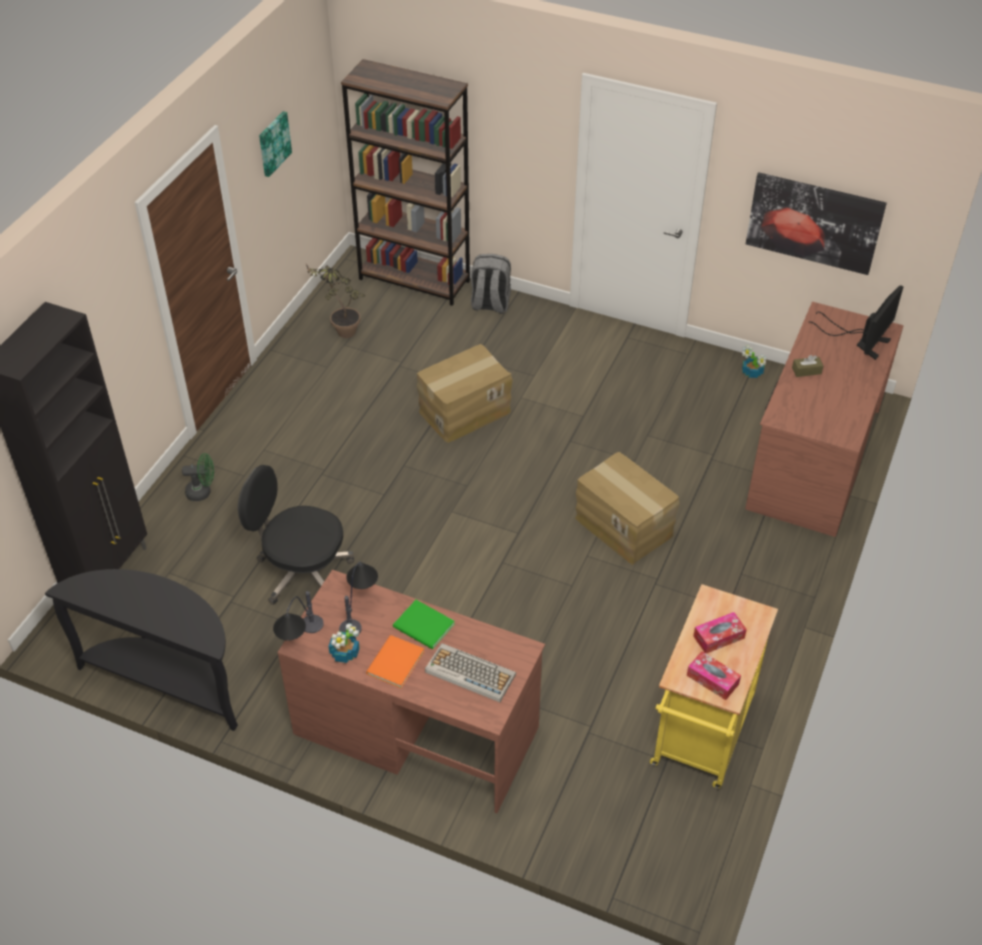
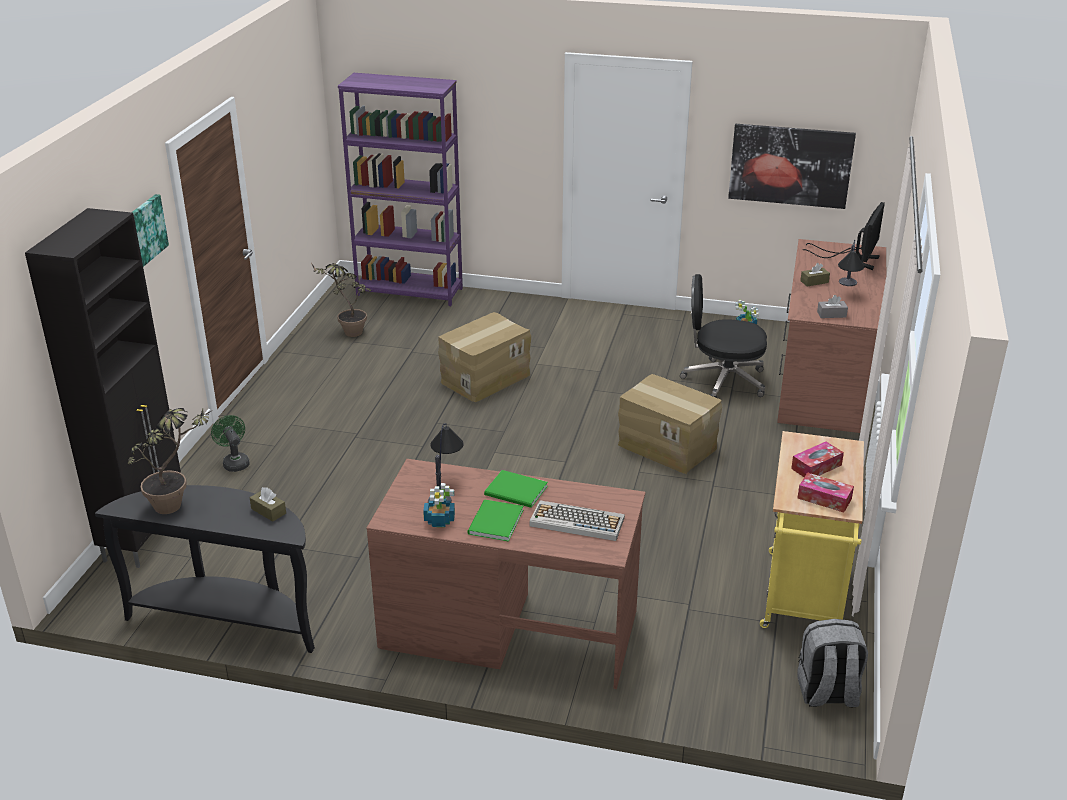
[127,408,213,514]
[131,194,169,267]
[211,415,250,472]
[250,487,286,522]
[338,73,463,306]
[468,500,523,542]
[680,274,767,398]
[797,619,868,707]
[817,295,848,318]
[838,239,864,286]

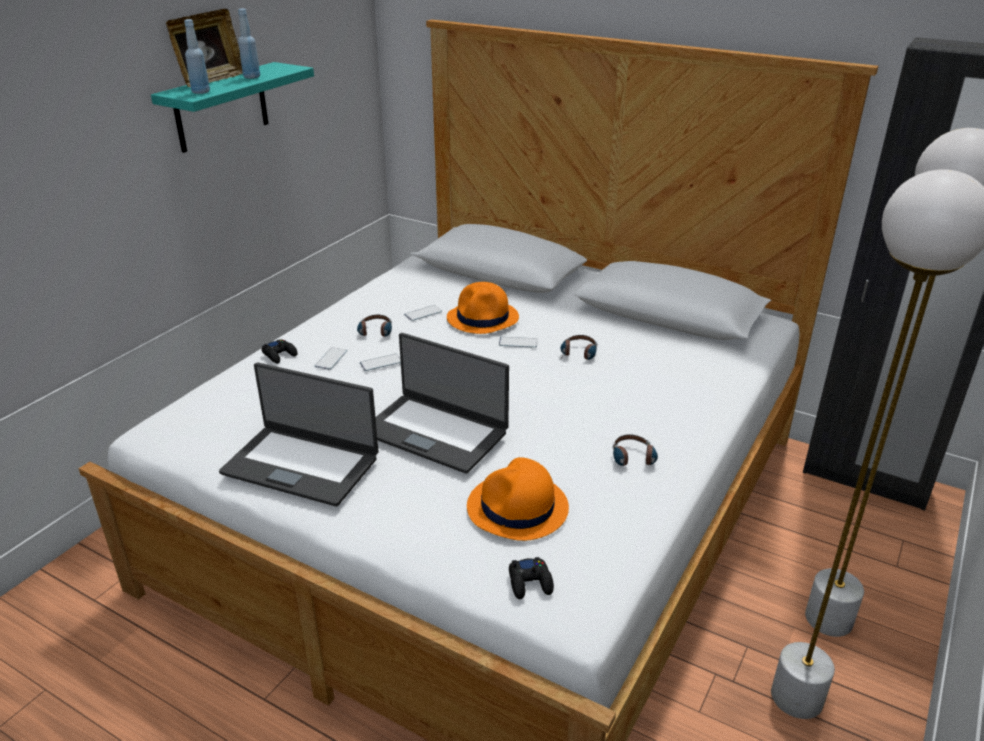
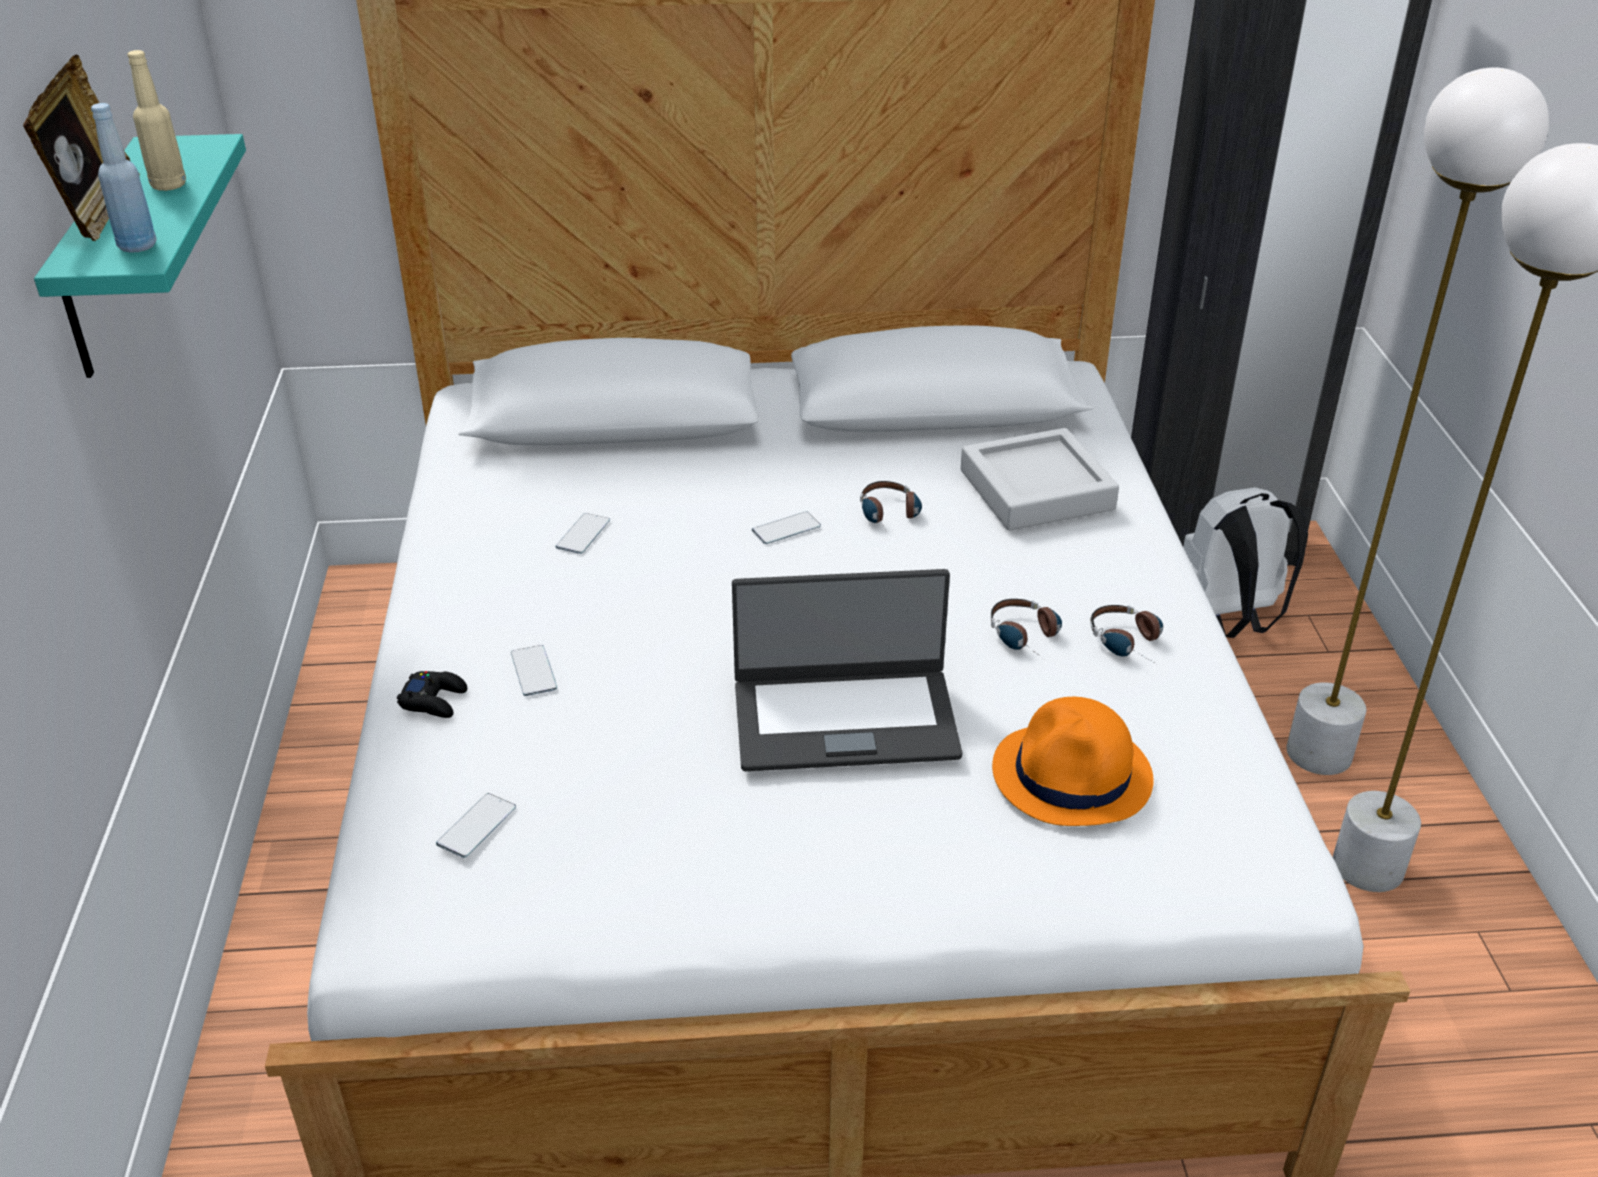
[127,50,186,191]
[436,793,516,858]
[961,428,1119,531]
[990,599,1062,658]
[1183,487,1308,638]
[219,363,379,506] (first image)
[447,282,519,334] (first image)
[509,557,554,599] (first image)

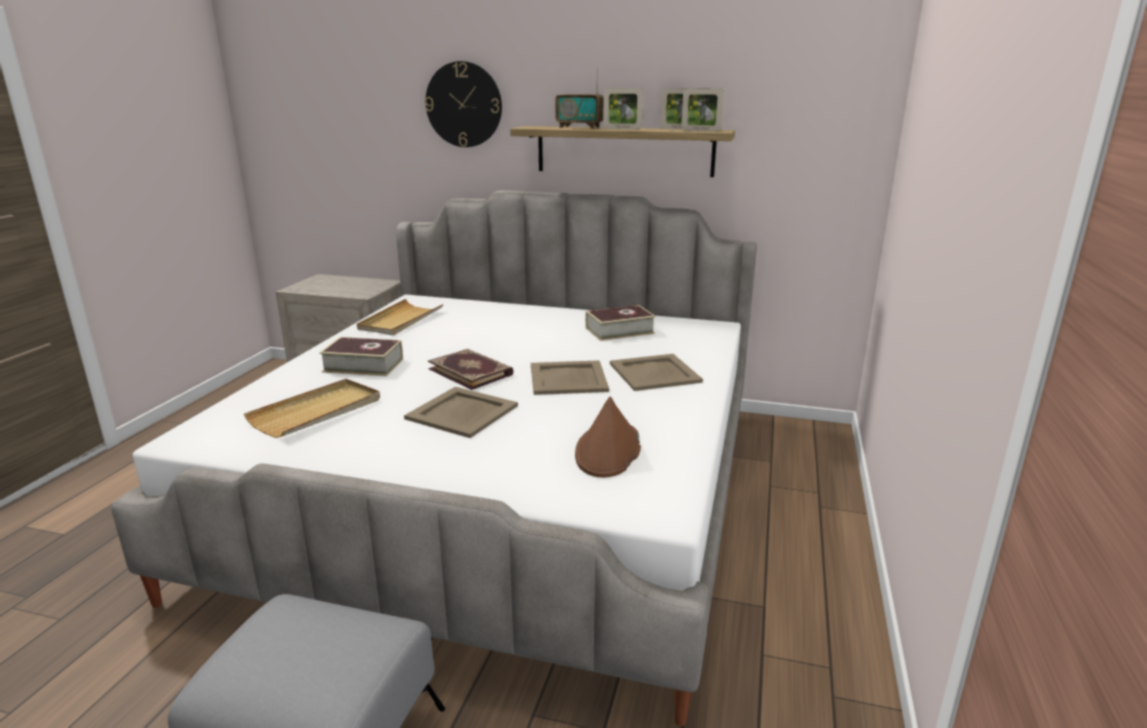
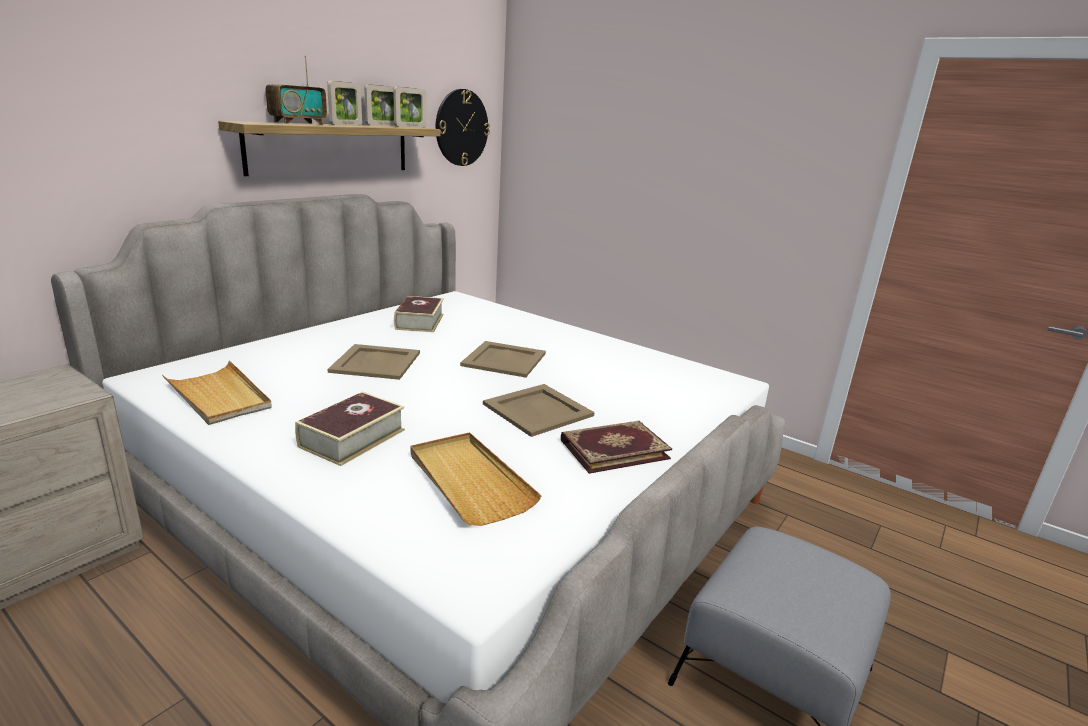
[327,344,420,380]
[435,89,490,166]
[561,421,672,474]
[575,396,641,477] (first image)

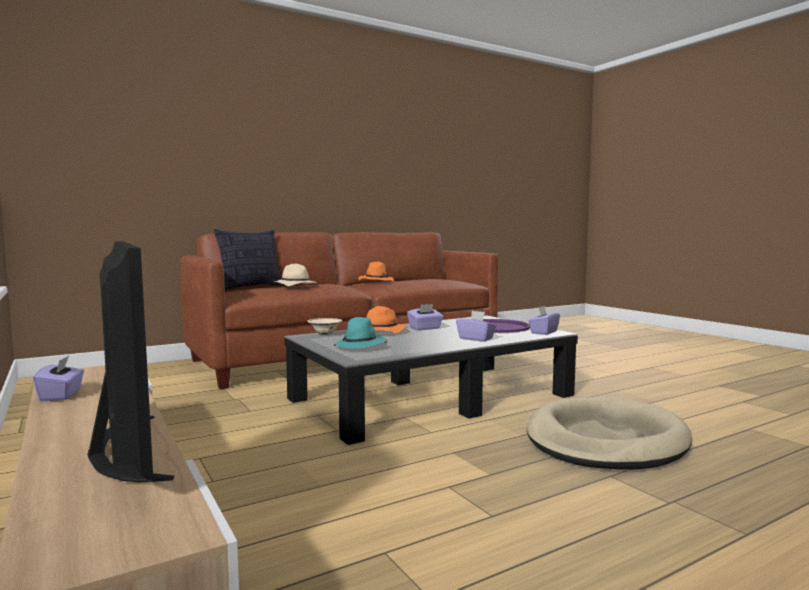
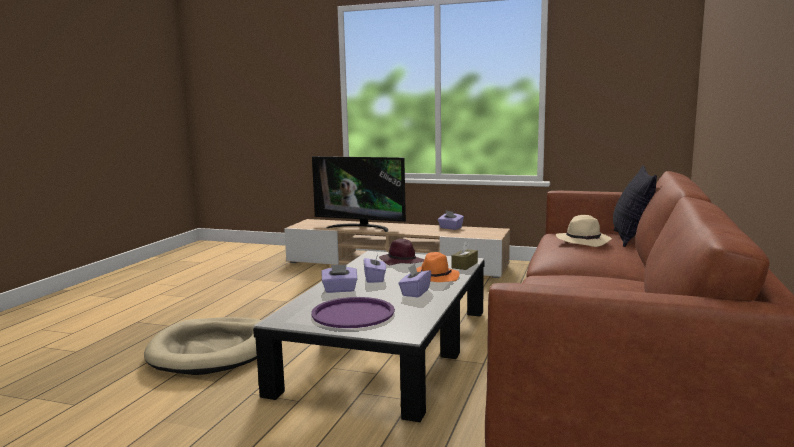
[364,254,386,283]
[379,238,424,265]
[451,241,478,270]
[359,262,394,282] (first image)

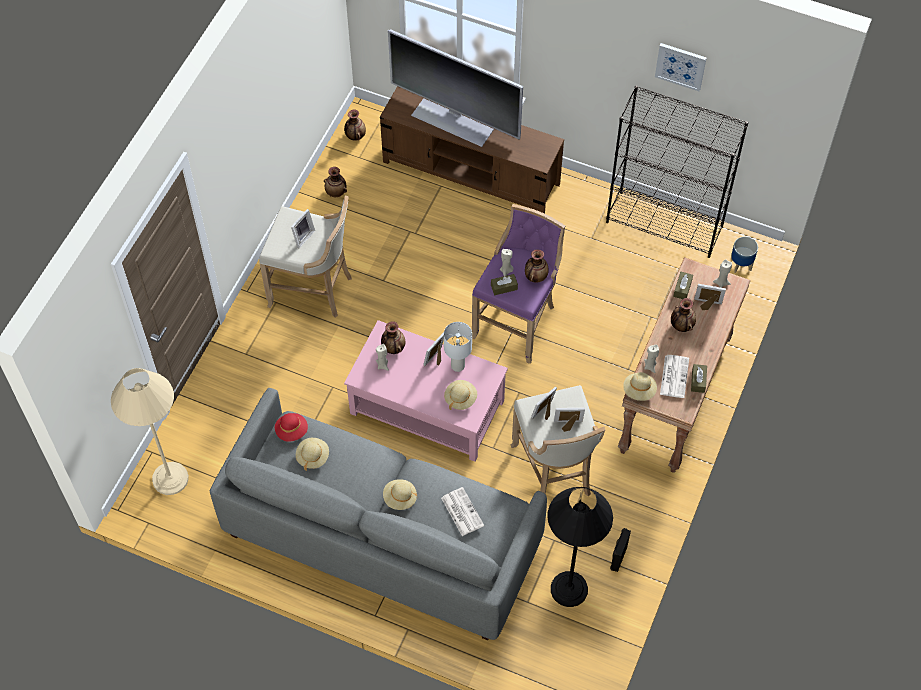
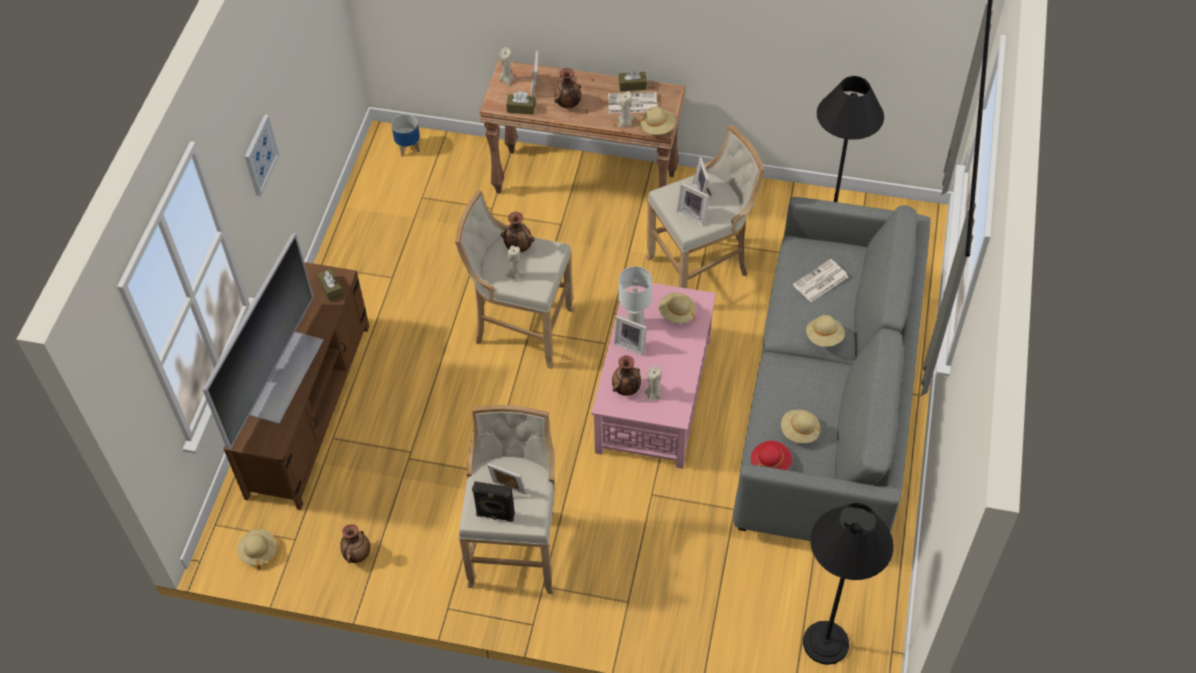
[237,529,276,569]
[245,115,279,196]
[317,269,343,301]
[455,190,574,369]
[472,481,515,522]
[803,503,894,665]
[606,86,748,258] (first image)

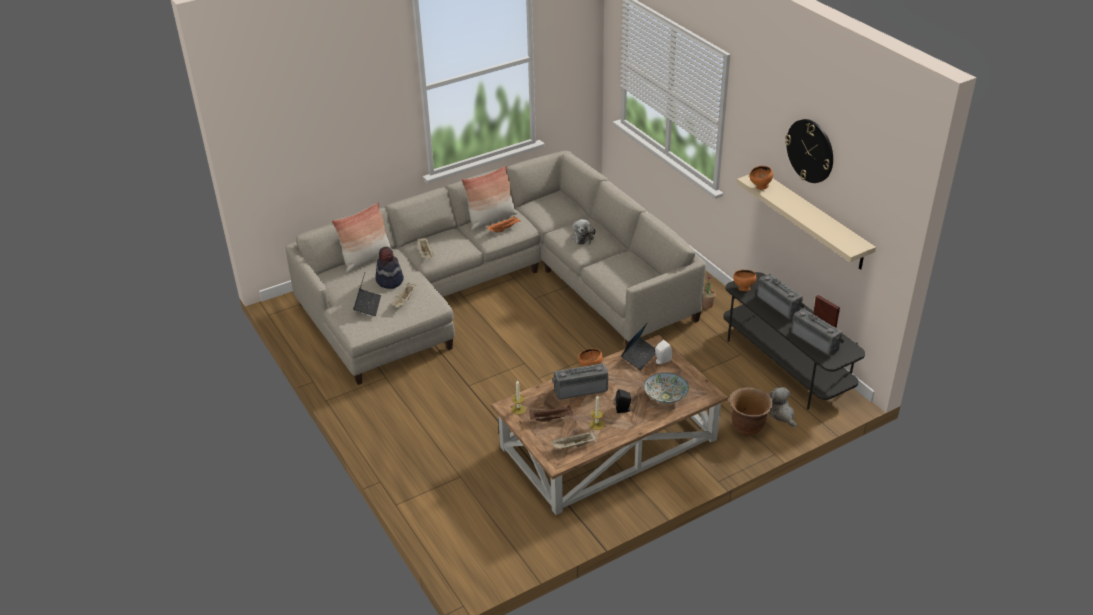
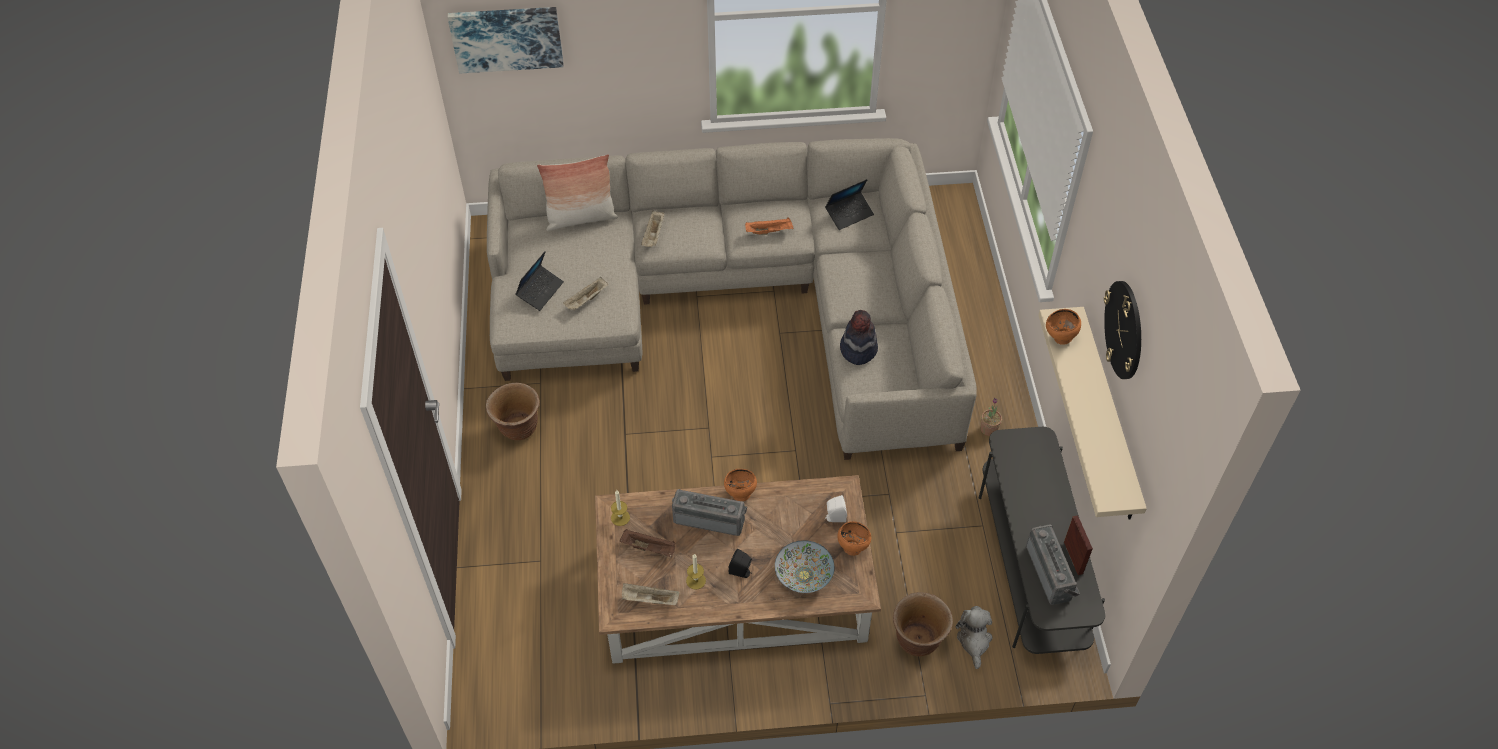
[447,7,564,73]
[486,383,540,440]
[825,179,874,230]
[837,521,871,556]
[840,310,878,365]
[461,165,517,231] (first image)
[571,219,596,245] (first image)
[757,274,805,319] (first image)

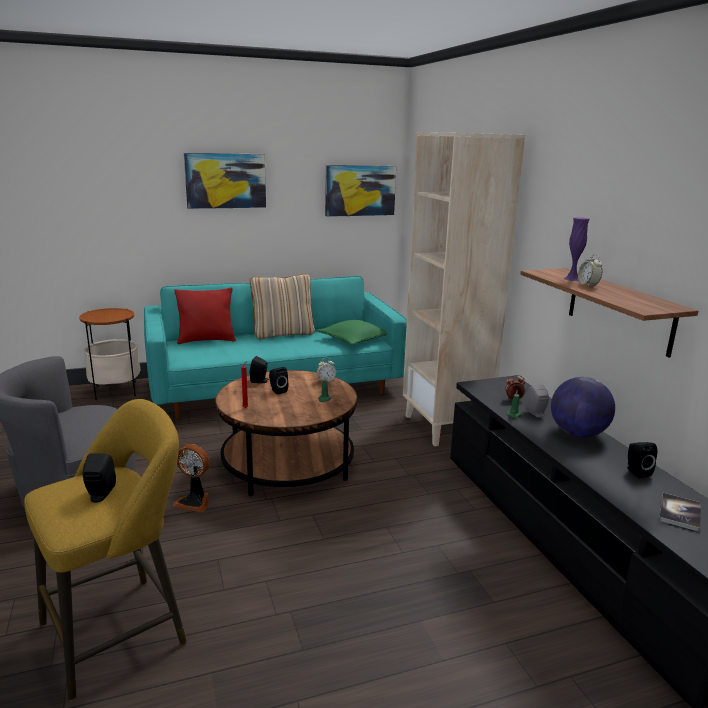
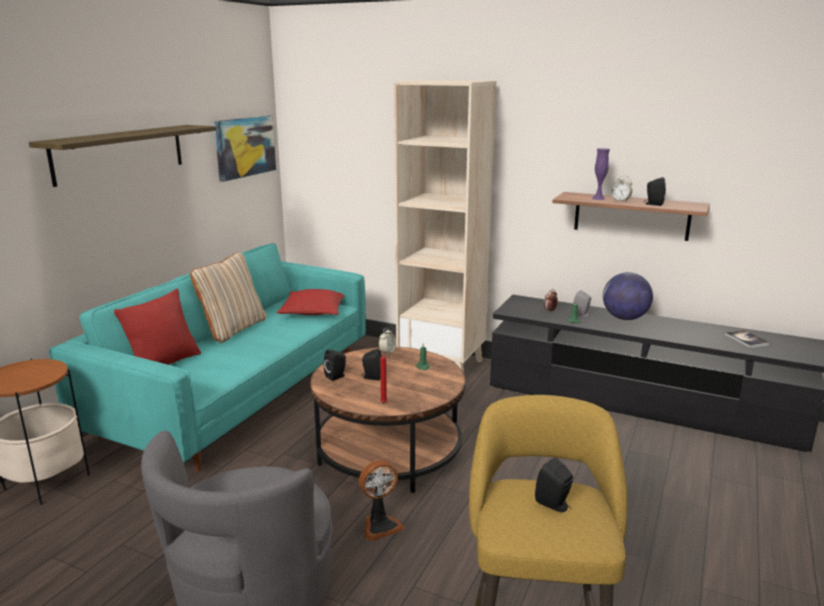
[29,125,216,187]
[277,289,344,315]
[644,177,666,206]

